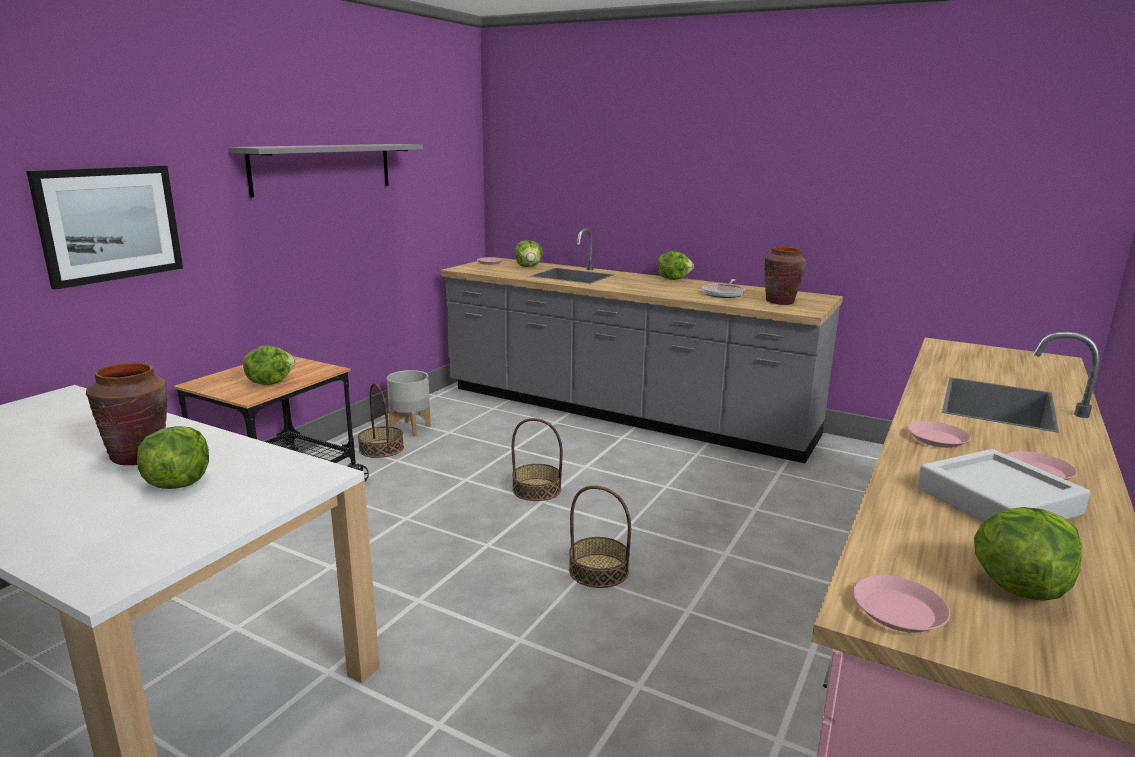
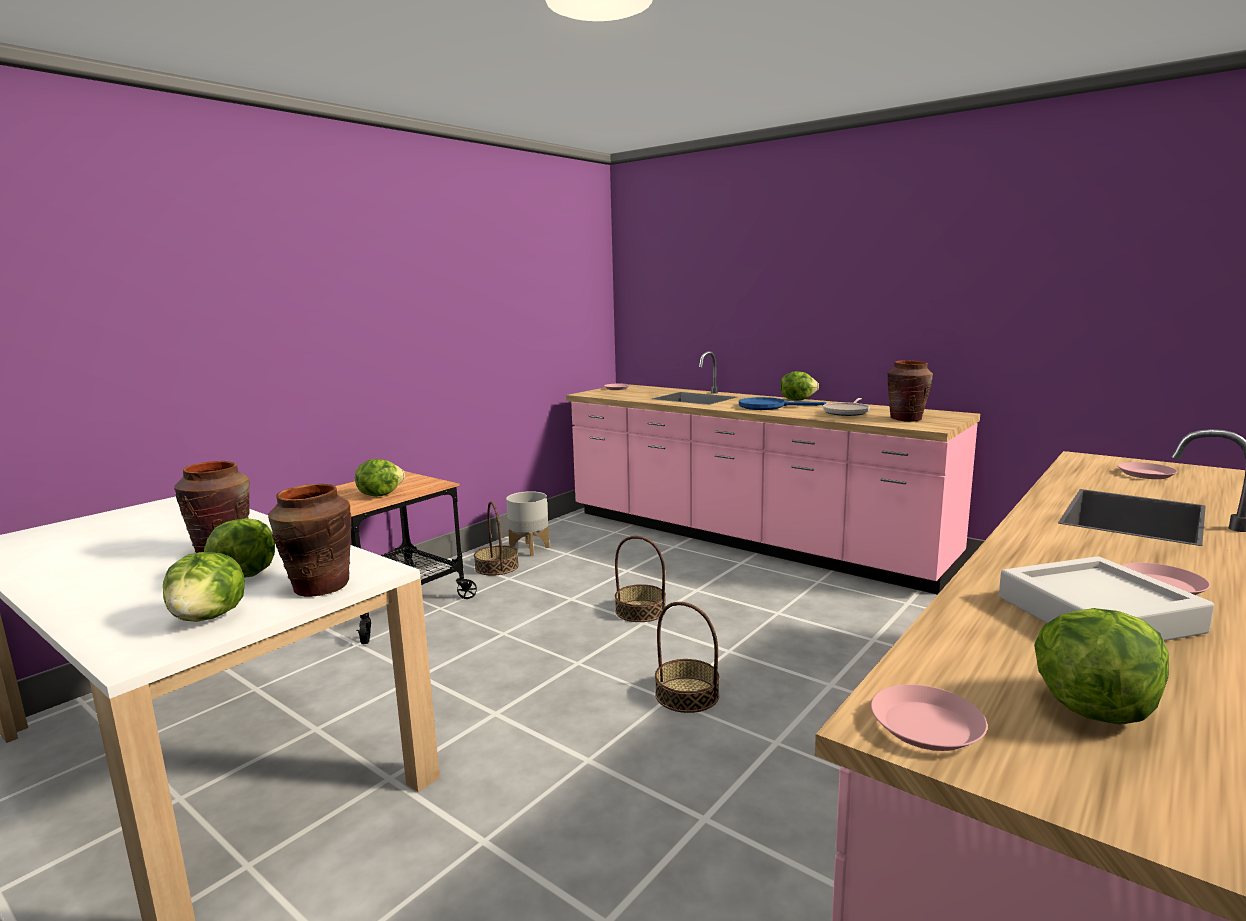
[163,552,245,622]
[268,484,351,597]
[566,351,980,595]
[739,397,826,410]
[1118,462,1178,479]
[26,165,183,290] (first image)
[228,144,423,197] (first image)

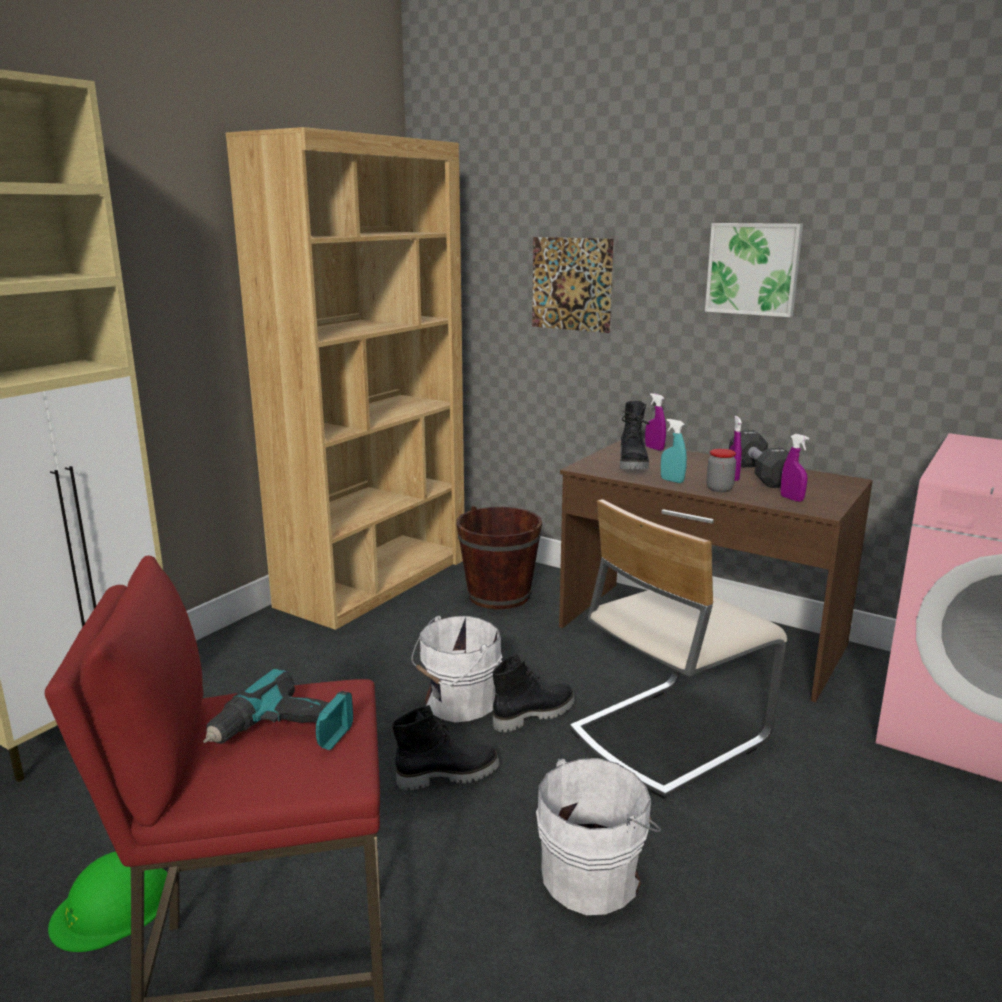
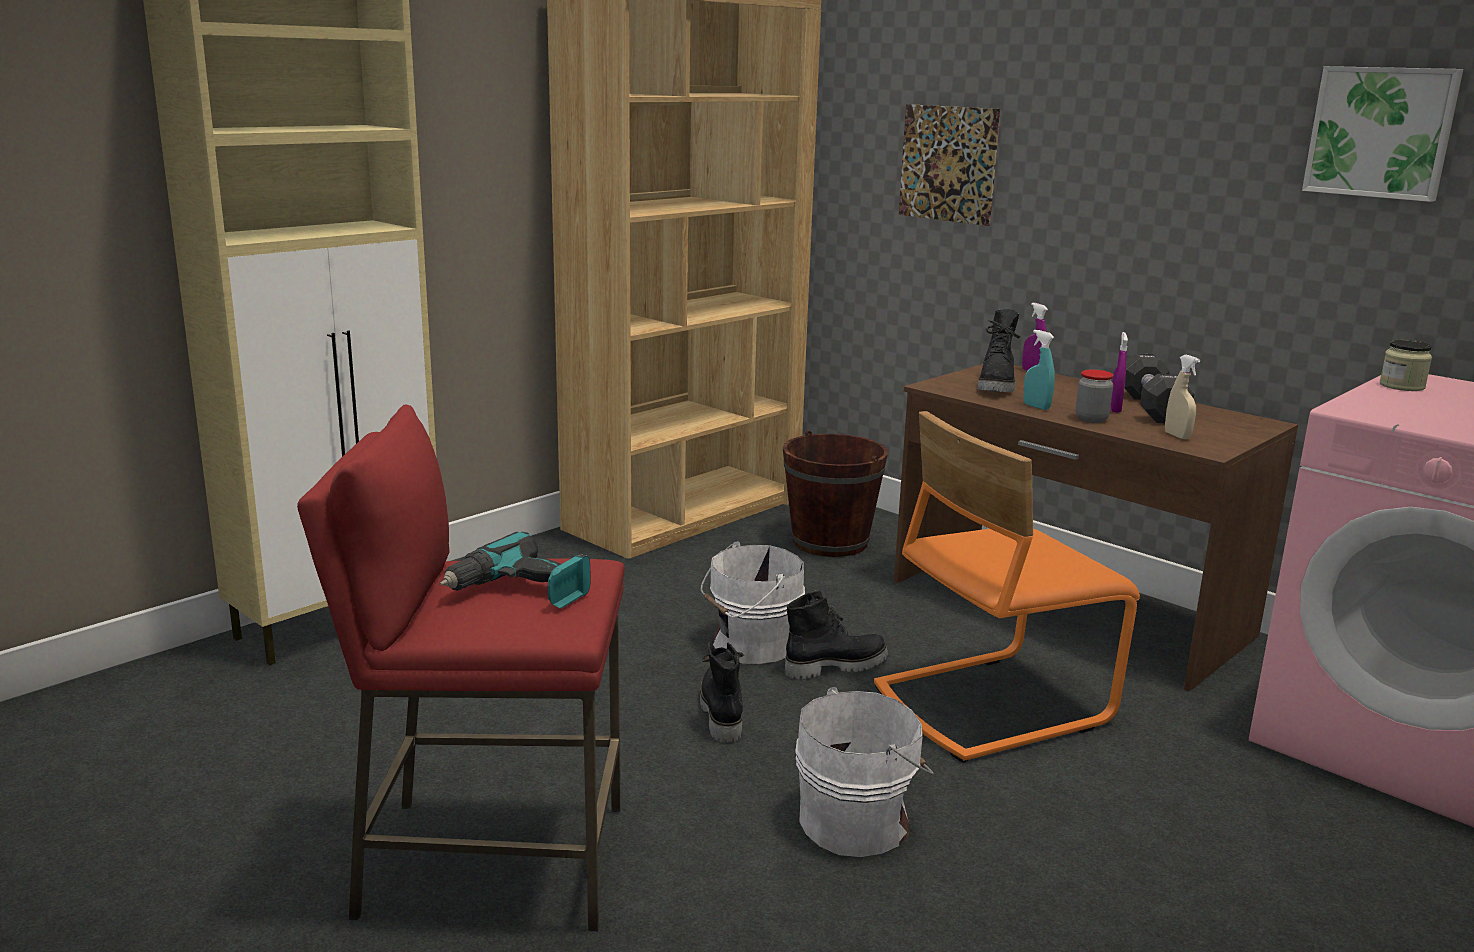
[700,642,744,743]
[874,411,1140,763]
[1165,355,1200,439]
[1302,66,1463,202]
[1380,340,1432,391]
[48,851,167,952] (first image)

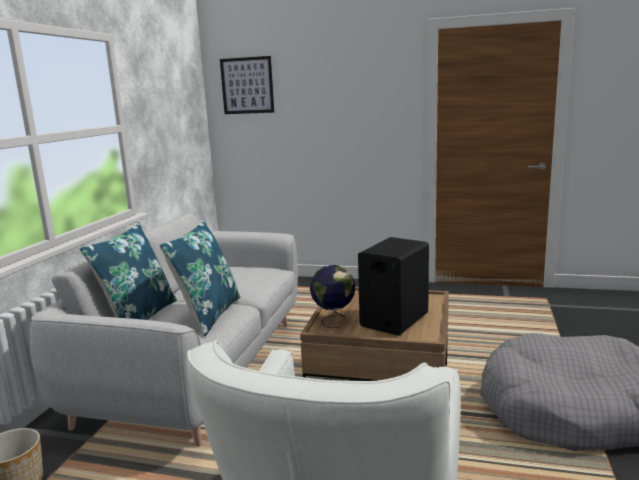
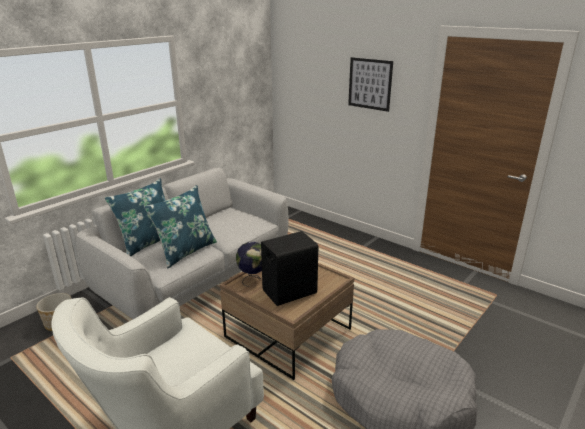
[348,57,393,112]

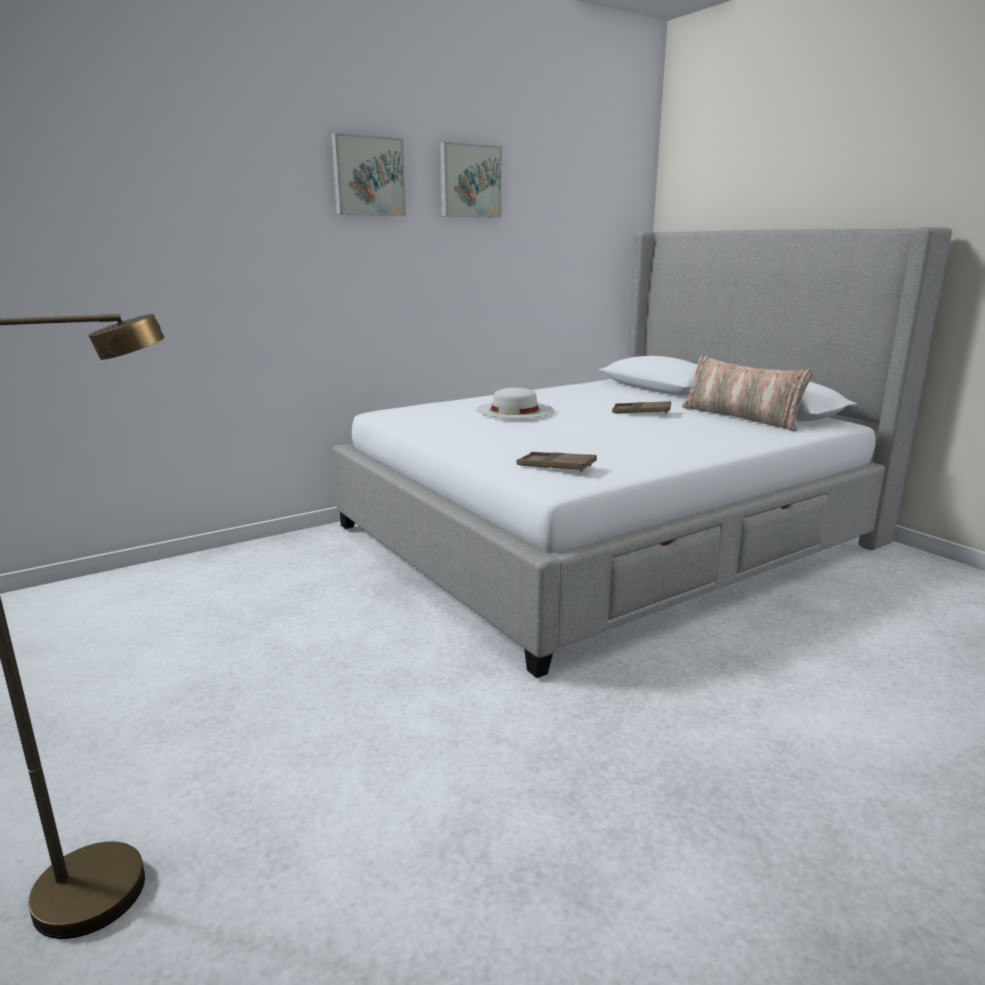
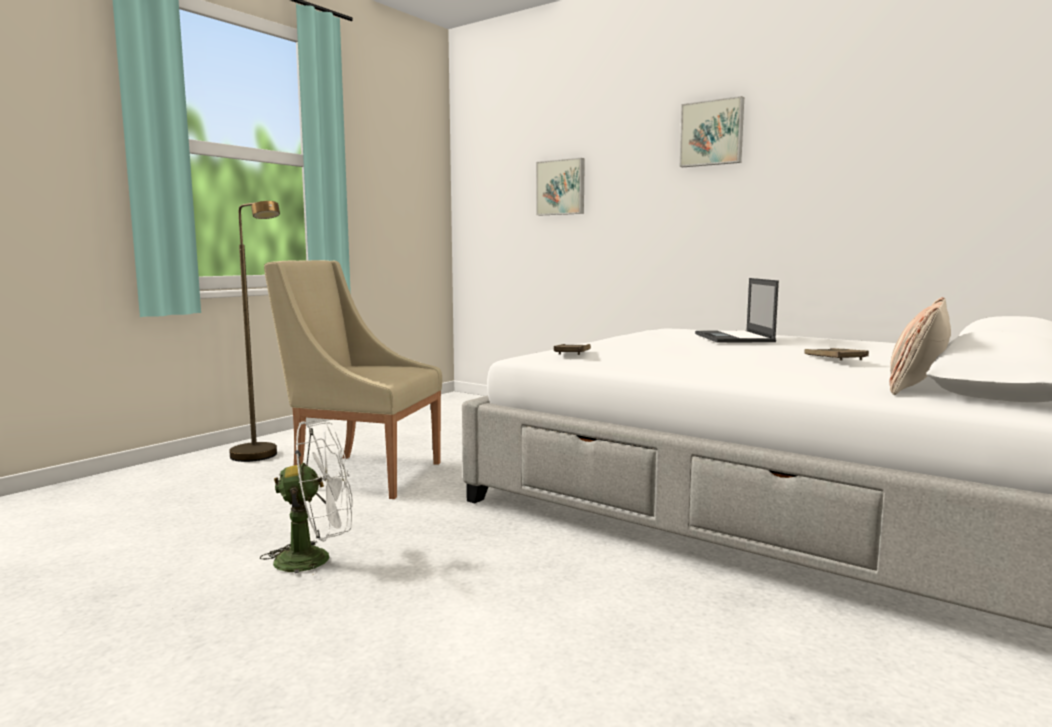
[260,419,353,581]
[264,260,442,499]
[536,158,585,216]
[695,278,779,343]

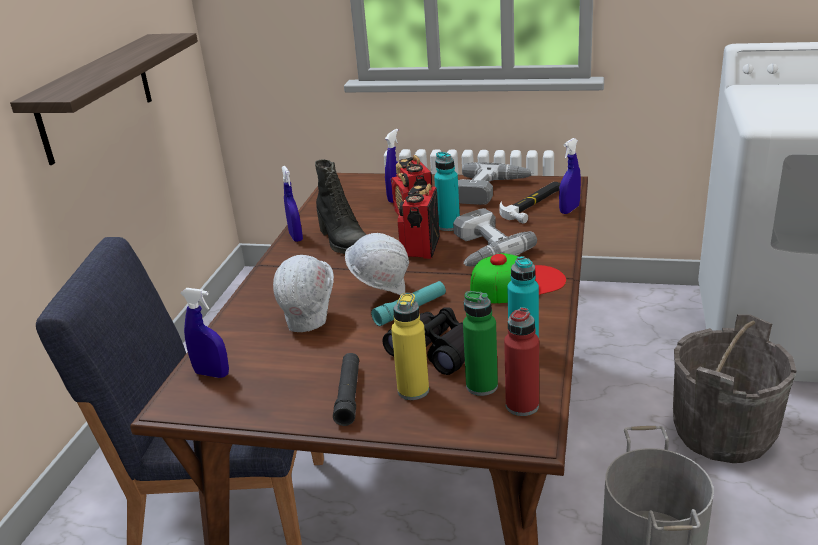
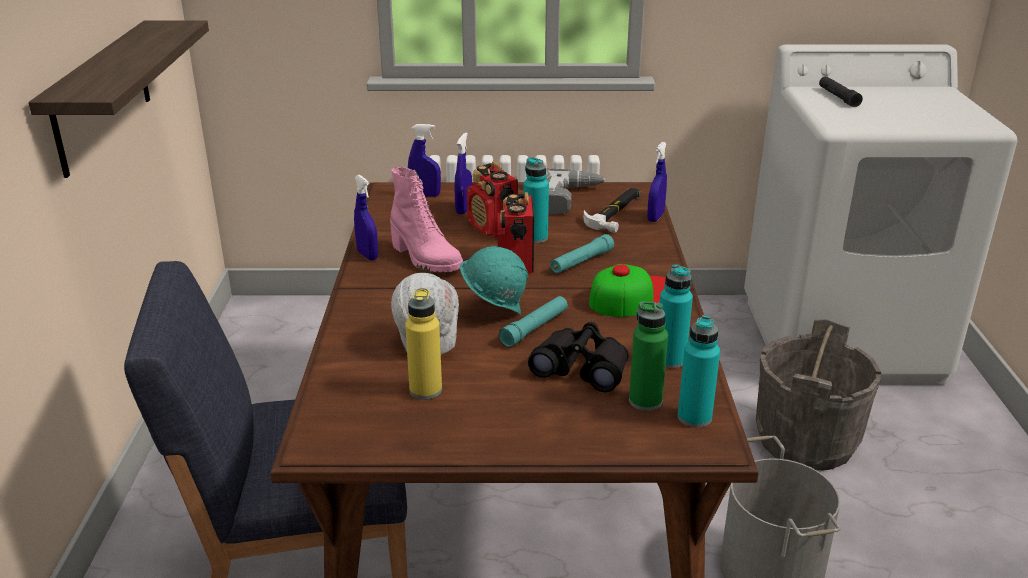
[390,167,463,272]
[405,288,442,400]
[408,124,441,197]
[460,246,528,314]
[550,234,614,273]
[678,315,720,428]
[819,76,863,107]

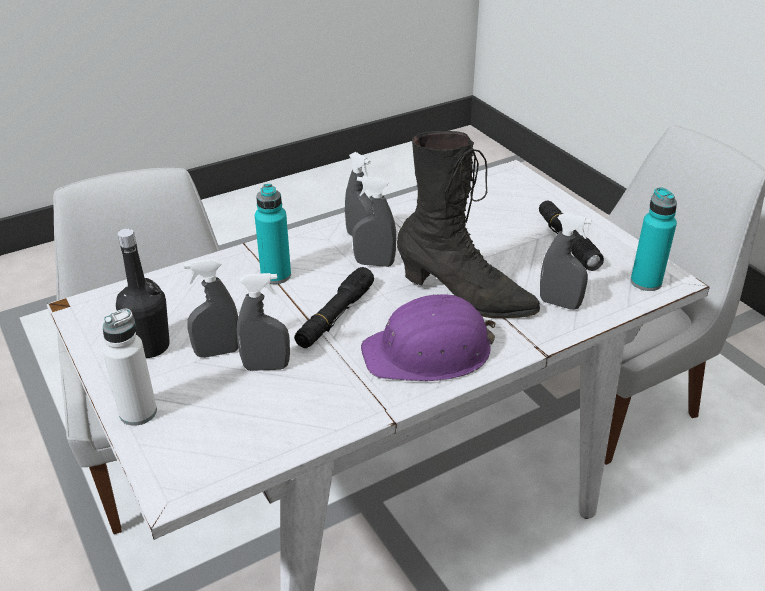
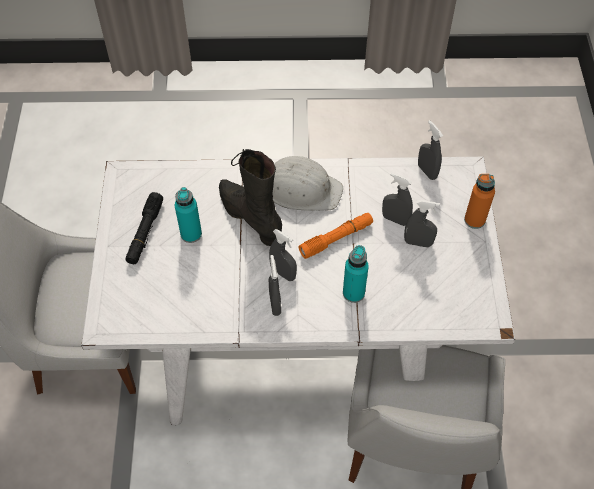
[175,187,202,243]
[273,156,343,211]
[299,213,373,259]
[418,120,443,180]
[464,174,495,229]
[116,228,170,358] (first image)

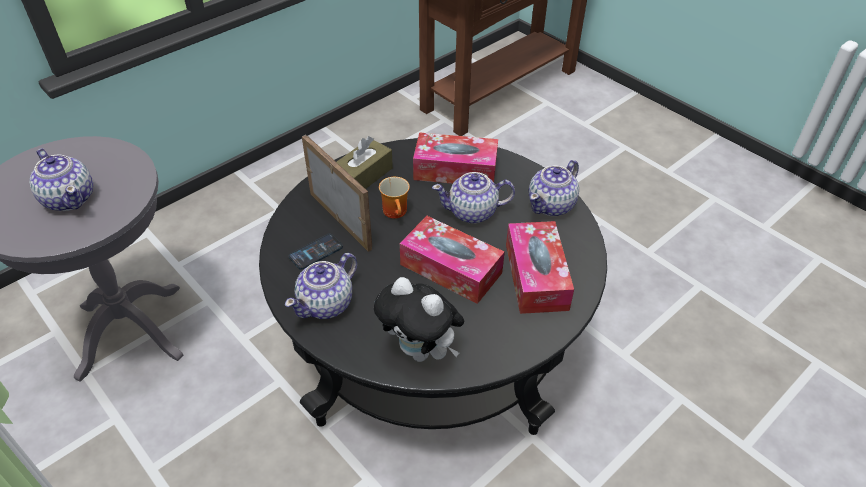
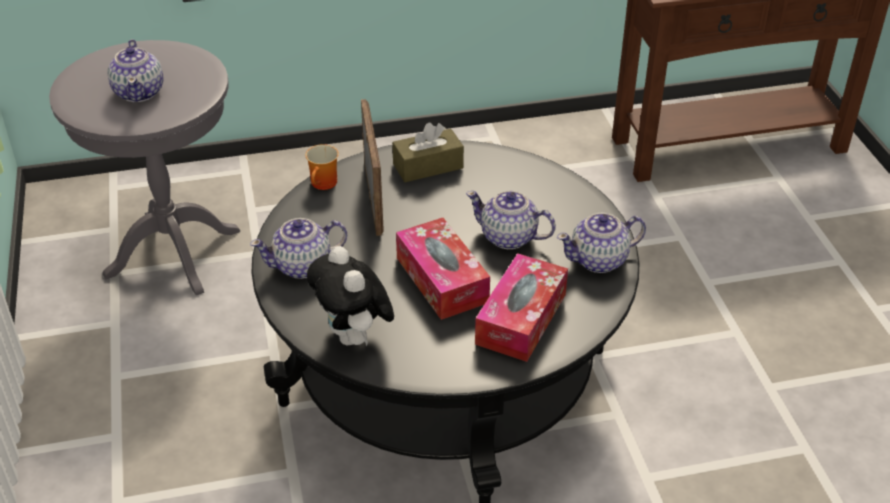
[305,144,339,190]
[289,234,343,270] (first image)
[413,132,498,184] (first image)

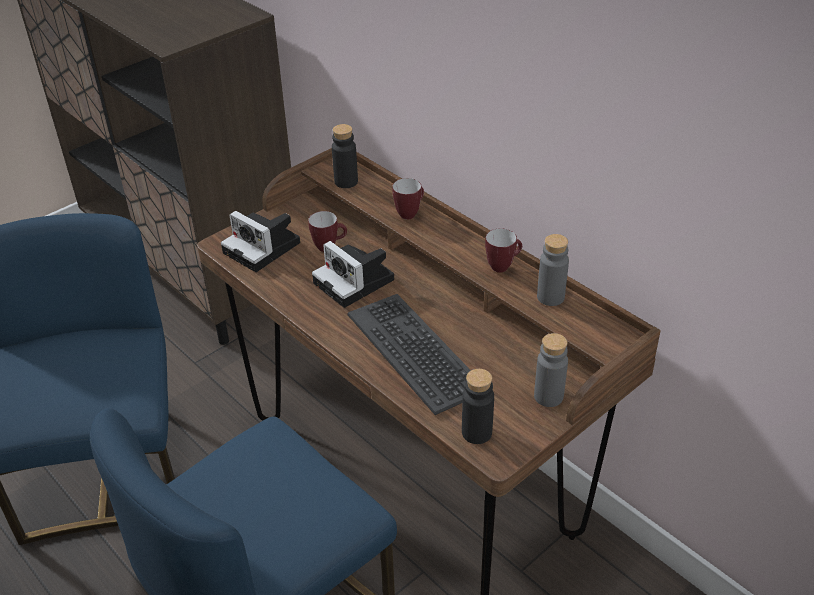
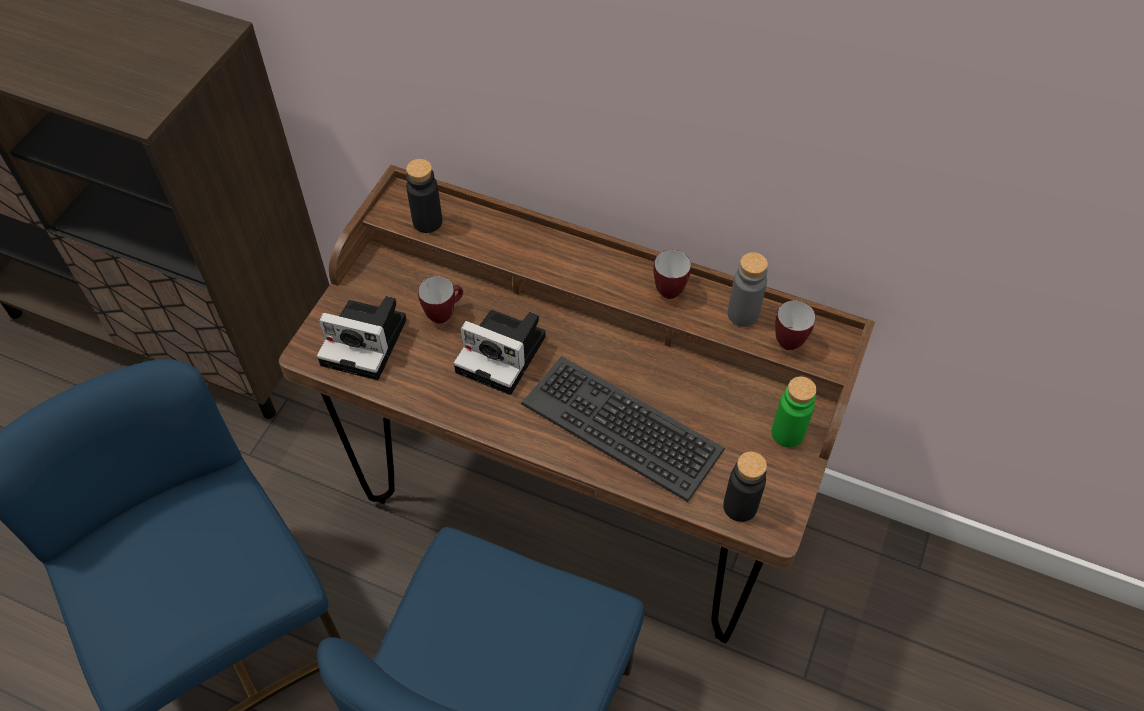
[772,377,817,447]
[775,300,816,350]

